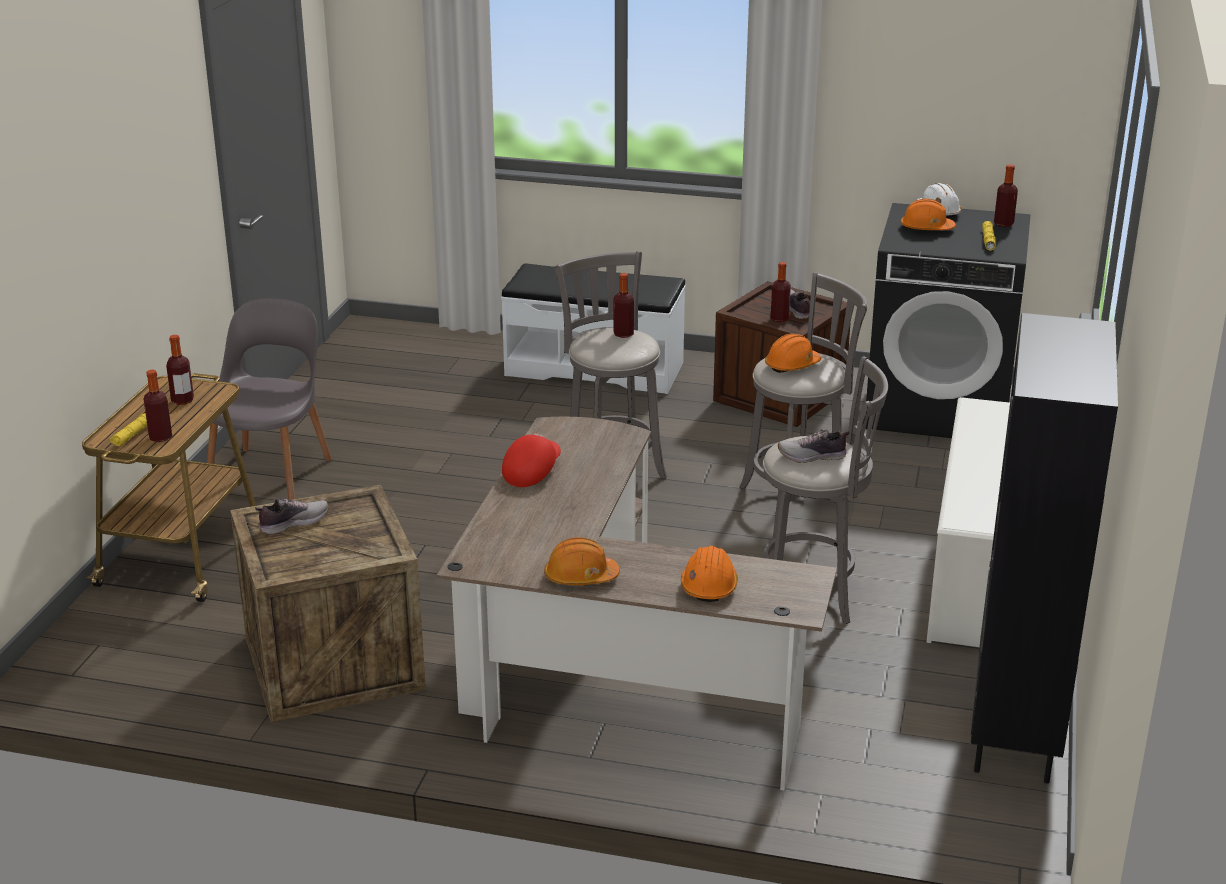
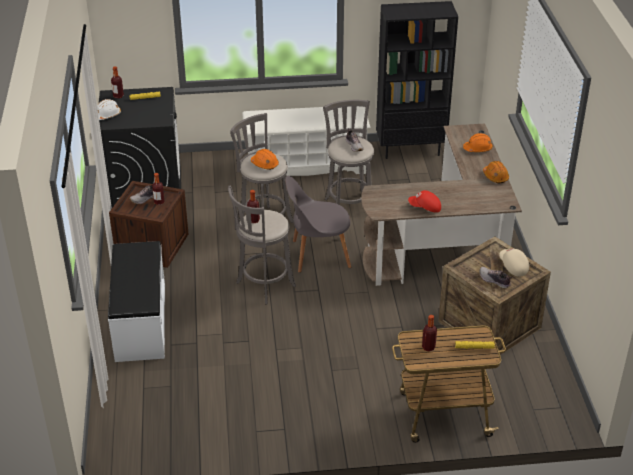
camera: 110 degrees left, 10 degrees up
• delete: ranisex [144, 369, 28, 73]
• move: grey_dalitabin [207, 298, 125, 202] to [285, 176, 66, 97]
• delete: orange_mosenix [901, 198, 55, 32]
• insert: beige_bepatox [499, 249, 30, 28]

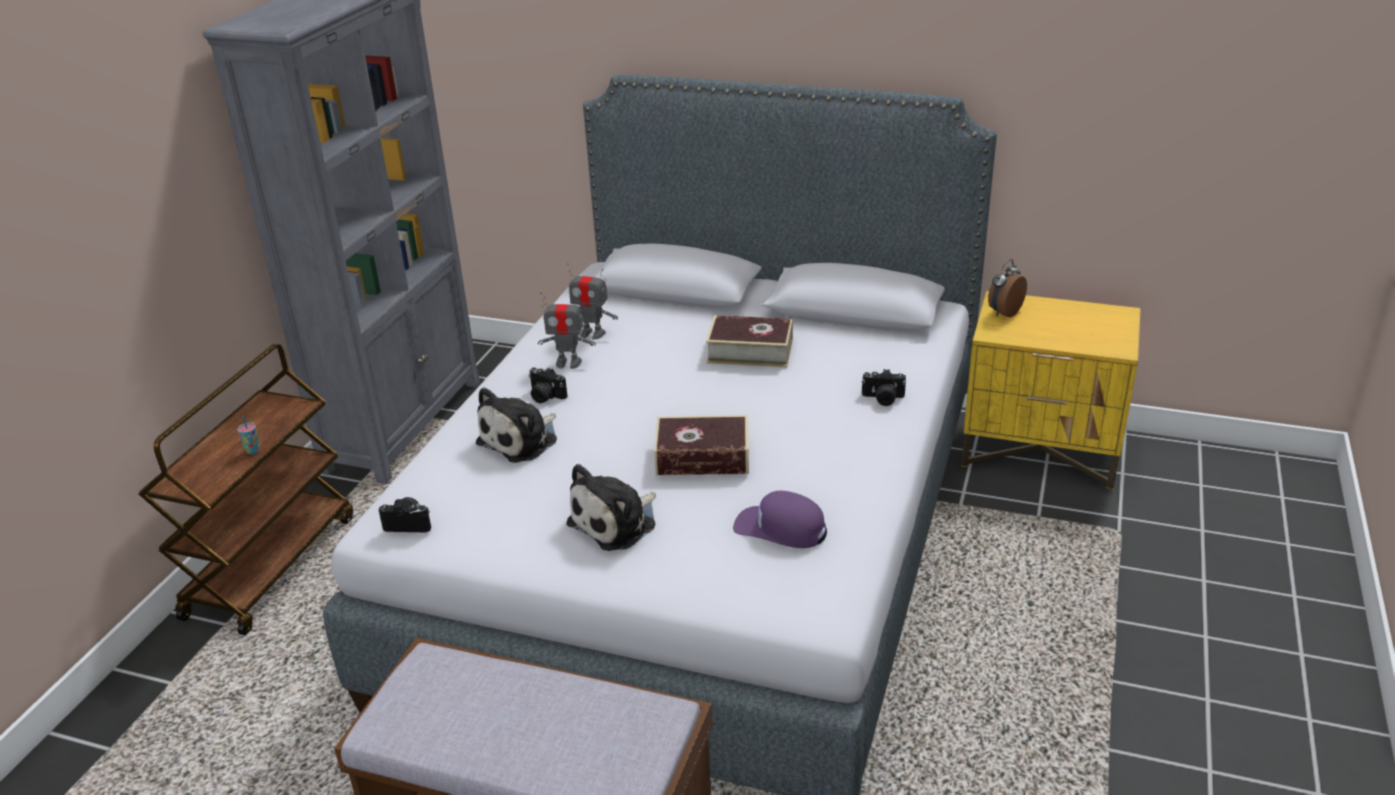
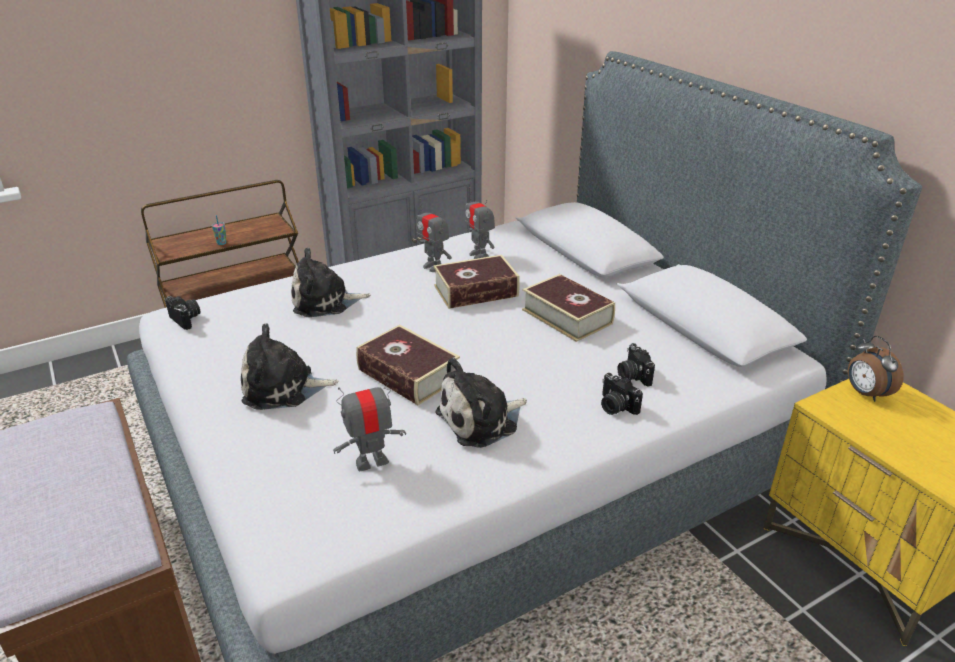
camera: 40 degrees right, 0 degrees up
• move: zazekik [529, 367, 38, 36] to [618, 343, 37, 43]
• replace: purple_bepatox [733, 491, 94, 57] to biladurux [333, 373, 73, 98]
• rotate: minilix [988, 259, 39, 58] = [848, 336, 56, 66] 105 degrees counterclockwise
• insert: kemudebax [433, 255, 87, 54]
• insert: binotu [435, 358, 92, 90]

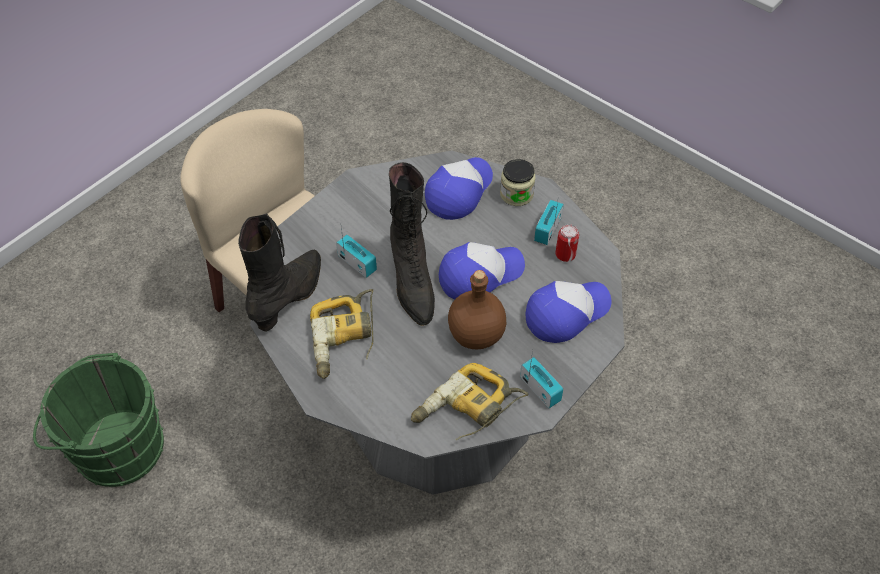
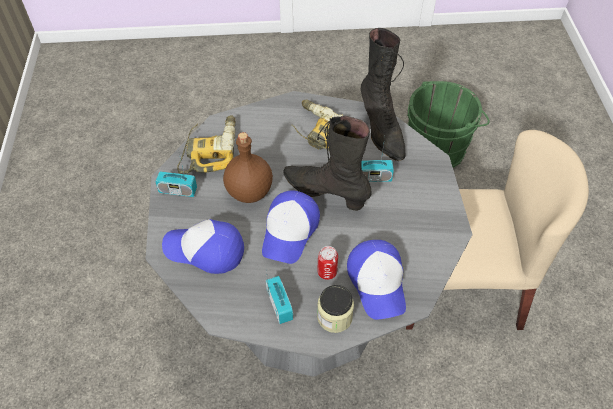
camera: 135 degrees right, 0 degrees up
• rotate: bepatox [526, 281, 86, 62] = [162, 219, 82, 55] 90 degrees clockwise
• move: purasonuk [555, 224, 24, 38] to [317, 246, 21, 34]

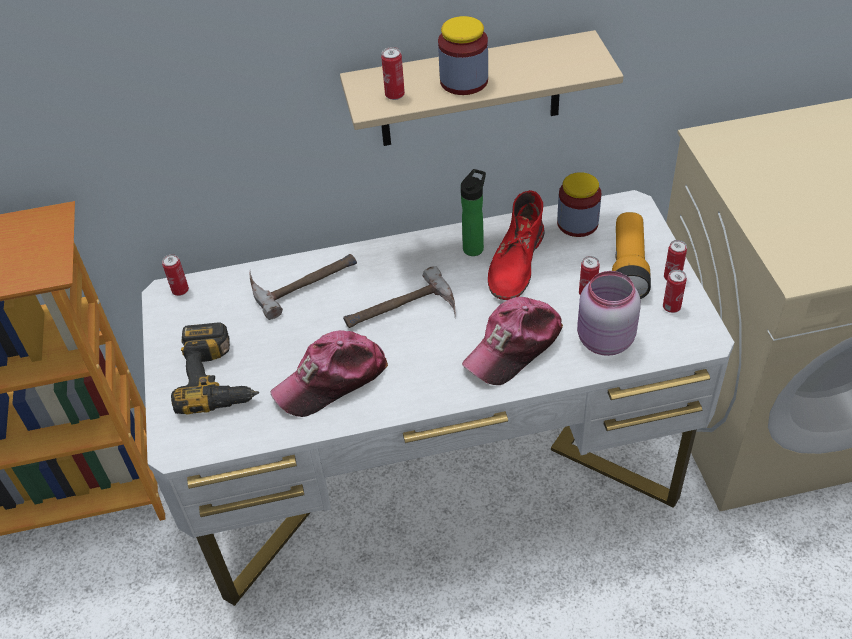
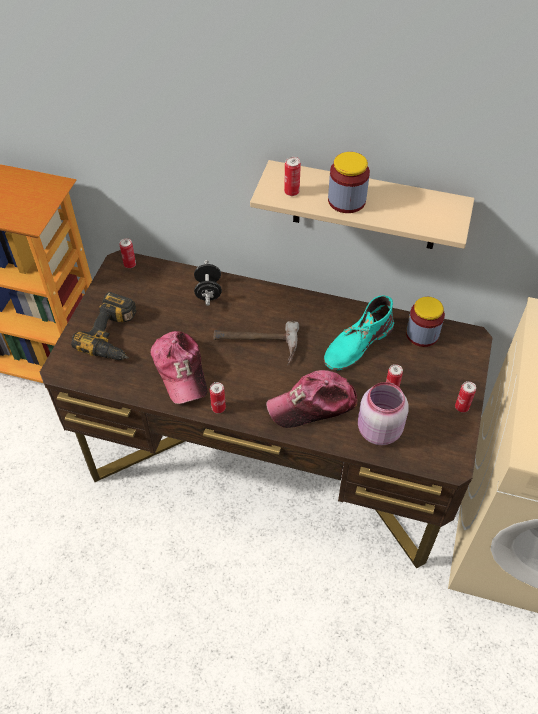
camera: 25 degrees right, 5 degrees up
• recolor: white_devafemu [142, 190, 593, 416] to brown_devafemu [40, 250, 453, 318]
• replace: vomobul [250, 254, 107, 66] to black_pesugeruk [194, 260, 28, 46]
• rotate: bepatox [270, 330, 118, 87] = [151, 331, 57, 73] 105 degrees counterclockwise
• delete: ranisex [461, 169, 25, 87]
• recolor: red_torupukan [488, 190, 56, 110] to turquoise_torupukan [324, 295, 70, 76]
• delete: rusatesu [612, 212, 39, 87]
• move: purasonuk [663, 269, 24, 44] to [210, 382, 16, 31]

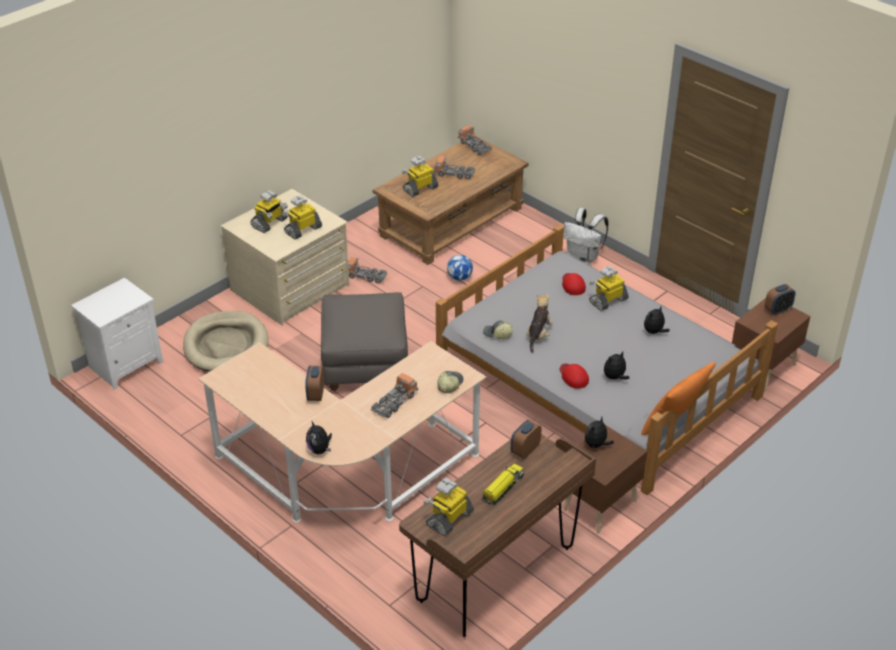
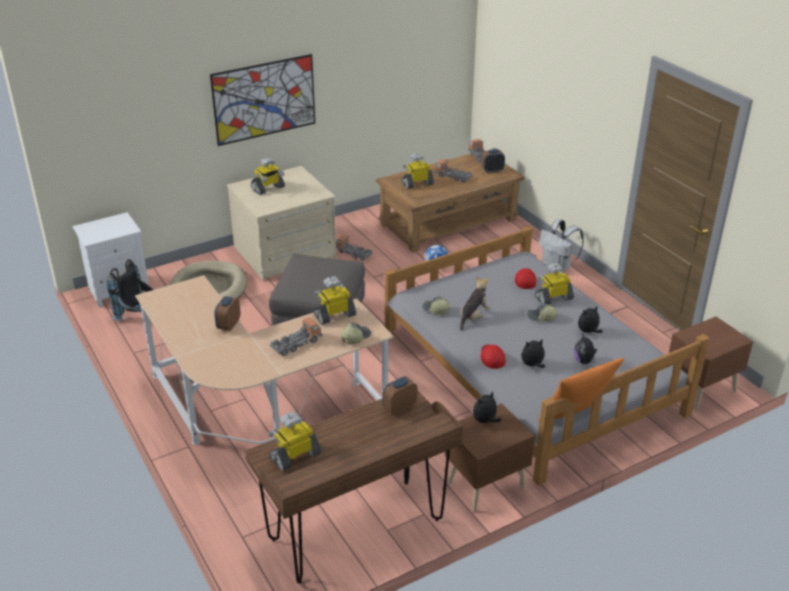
camera: 15 degrees right, 5 degrees down
• move: biladurux [282, 195, 40, 44] to [314, 277, 42, 48]
• move: binotu [306, 420, 26, 34] to [574, 333, 23, 31]
• delete: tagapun [482, 464, 42, 42]
• move: minilix [765, 284, 31, 31] to [482, 149, 23, 24]
• insert: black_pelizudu [106, 259, 47, 62]
• insert: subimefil [210, 54, 105, 92]
• insert: bepatox [527, 303, 31, 19]

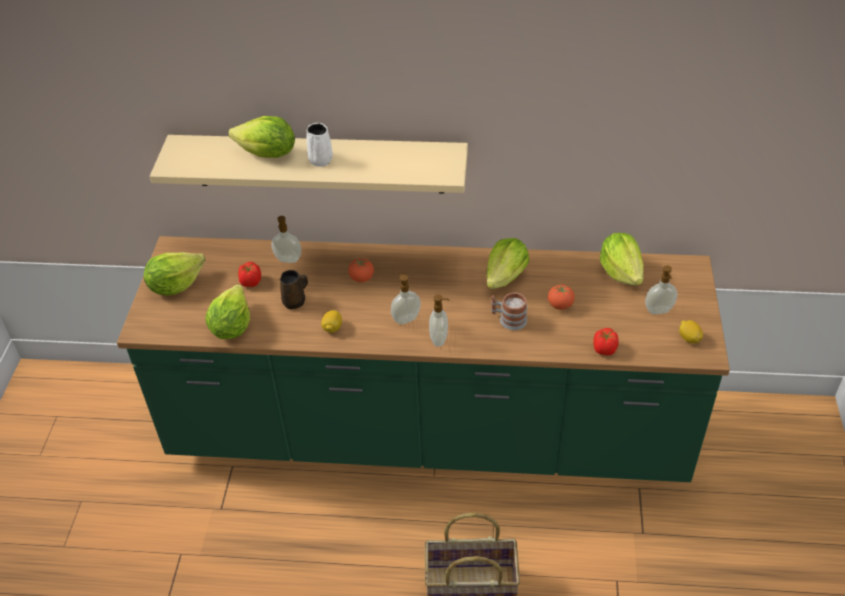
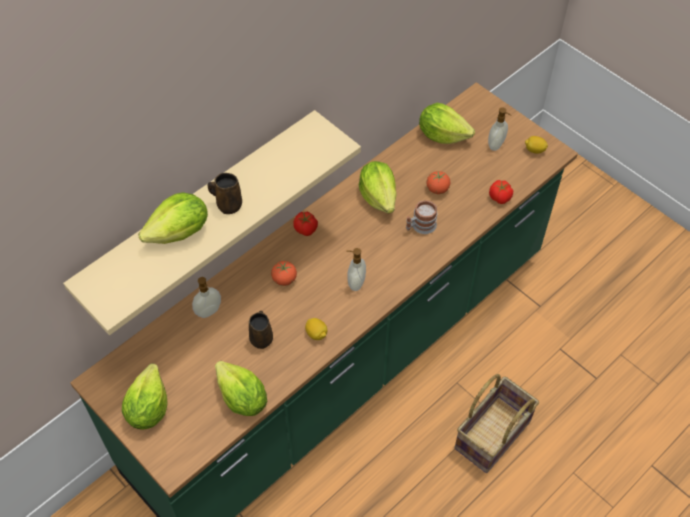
camera: 50 degrees left, 10 degrees up
• move: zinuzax [238, 262, 23, 25] to [293, 212, 25, 24]
• recolor: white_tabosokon [306, 123, 27, 44] to brown_tabosokon [208, 173, 34, 41]
• delete: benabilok [429, 295, 21, 52]

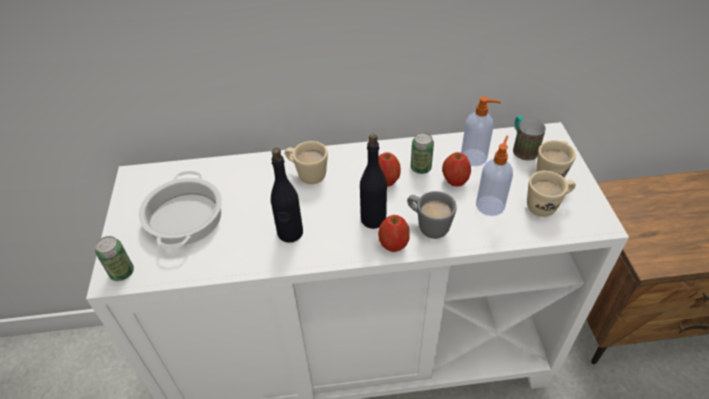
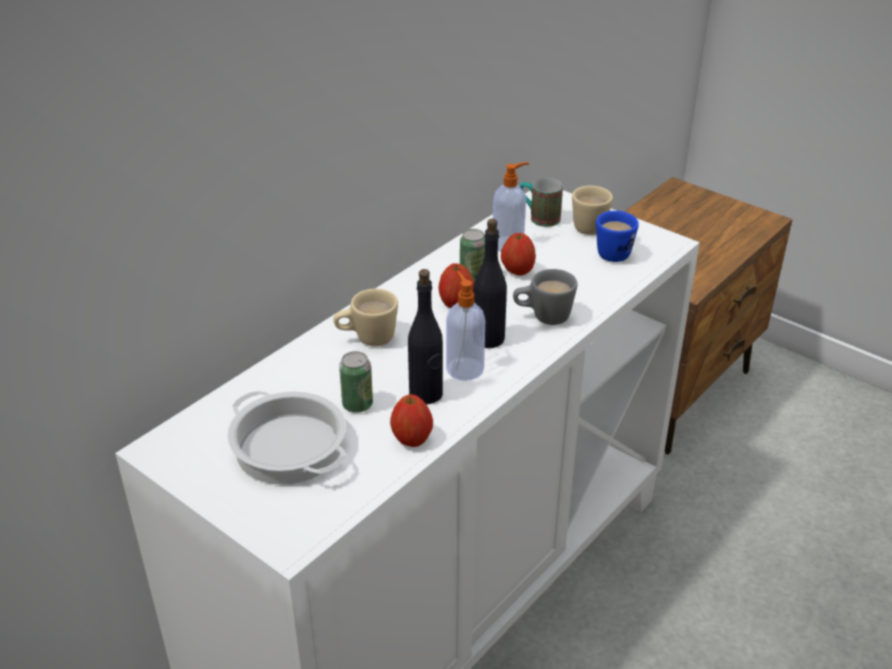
camera: 45 degrees left, 10 degrees down
• move: purasonuk [95, 236, 39, 45] to [339, 351, 34, 62]
• move: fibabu [378, 215, 32, 37] to [390, 394, 43, 53]
• move: benabilok [476, 136, 37, 80] to [446, 271, 39, 110]
• recolor: beige_tabosokon [527, 171, 49, 46] to blue_tabosokon [596, 211, 43, 51]

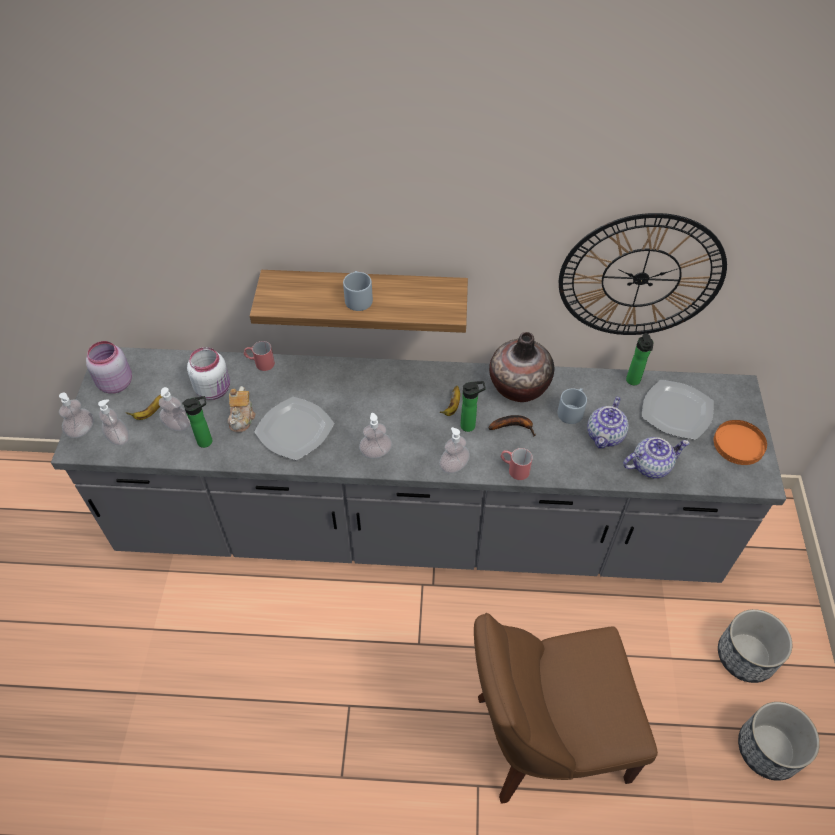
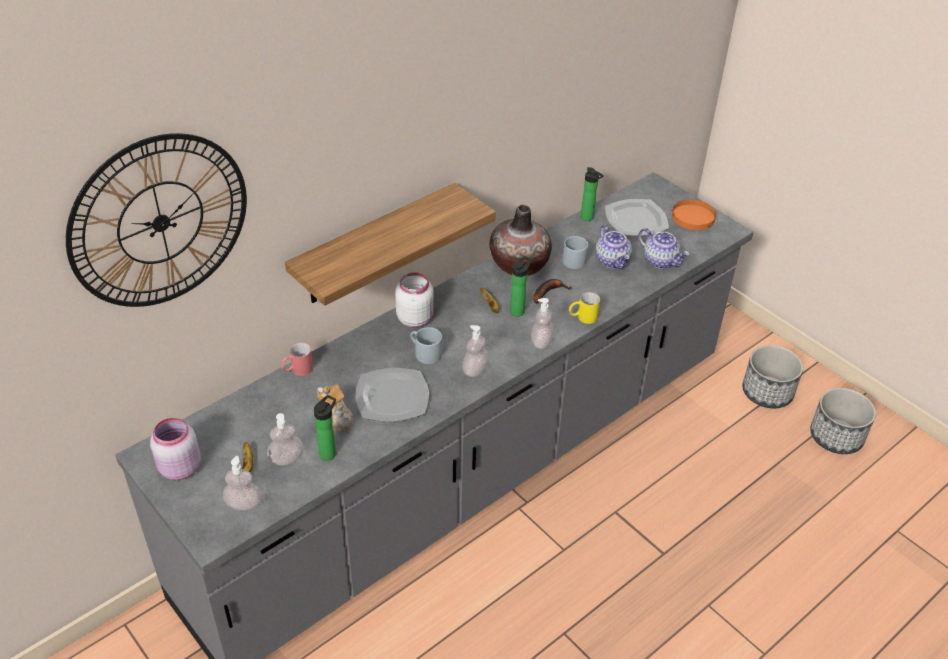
camera: 45 degrees left, 10 degrees down
• delete: benabilok [59, 392, 35, 46]
• move: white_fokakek [187, 347, 43, 53] to [395, 272, 39, 56]
• move: grey_tabosokon [343, 271, 30, 40] to [411, 327, 31, 37]
• delete: brown_dalitabin [474, 613, 184, 190]
• recolor: red_tabosokon [500, 448, 33, 32] to yellow_tabosokon [569, 292, 31, 32]
• move: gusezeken [559, 213, 168, 122] to [66, 133, 181, 174]
• rotate: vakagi [623, 437, 66, 42] = [638, 228, 51, 41] 105 degrees clockwise

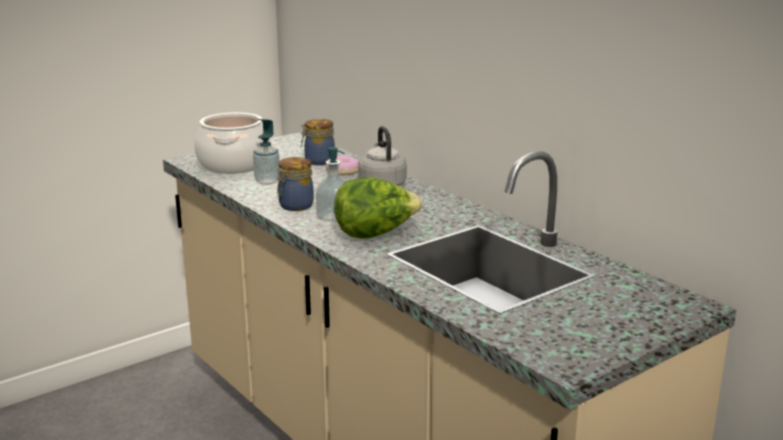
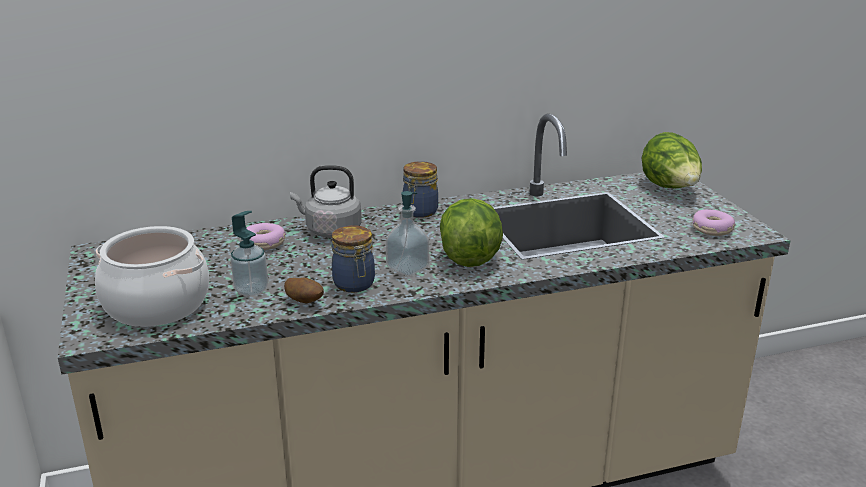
camera: 70 degrees left, 5 degrees up
• move: fokakek [301, 119, 34, 46] to [403, 161, 35, 57]
• insert: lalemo [284, 278, 40, 25]
• insert: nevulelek [642, 132, 60, 56]
• insert: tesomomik [693, 210, 43, 26]

